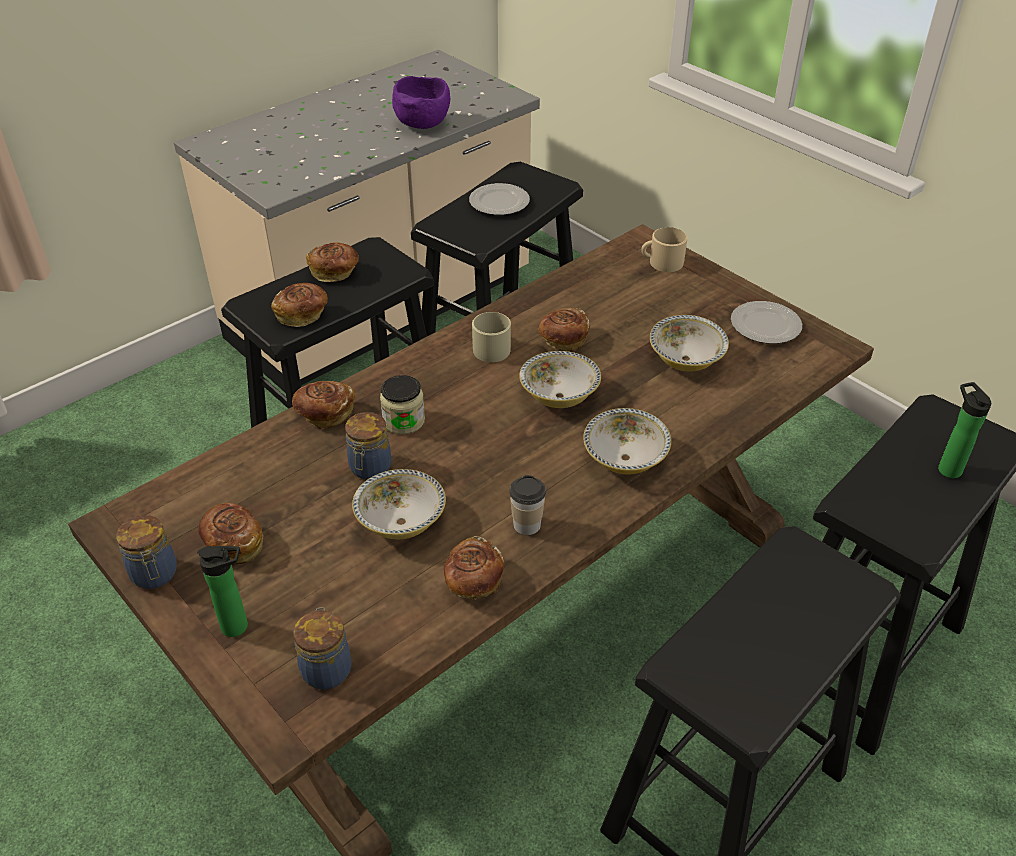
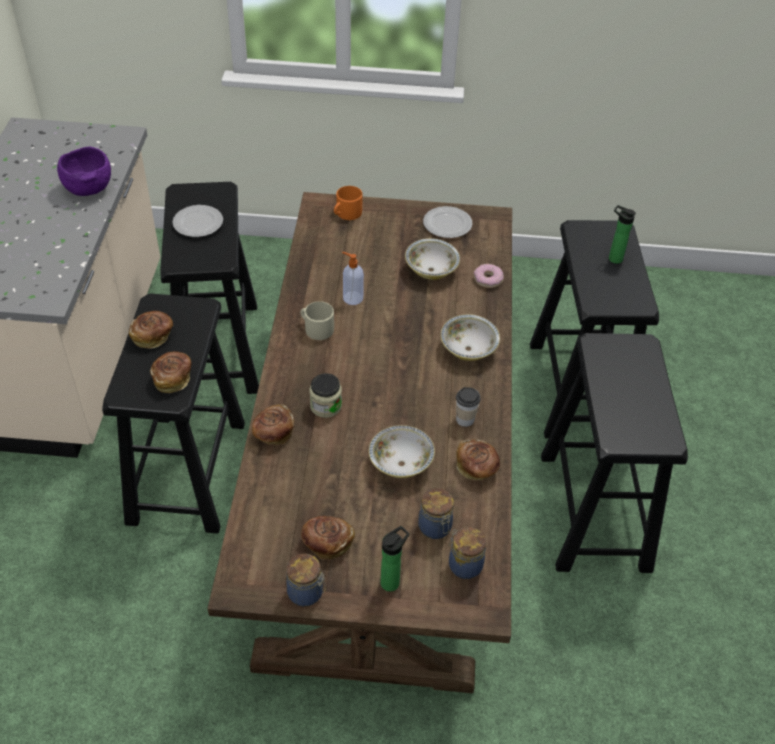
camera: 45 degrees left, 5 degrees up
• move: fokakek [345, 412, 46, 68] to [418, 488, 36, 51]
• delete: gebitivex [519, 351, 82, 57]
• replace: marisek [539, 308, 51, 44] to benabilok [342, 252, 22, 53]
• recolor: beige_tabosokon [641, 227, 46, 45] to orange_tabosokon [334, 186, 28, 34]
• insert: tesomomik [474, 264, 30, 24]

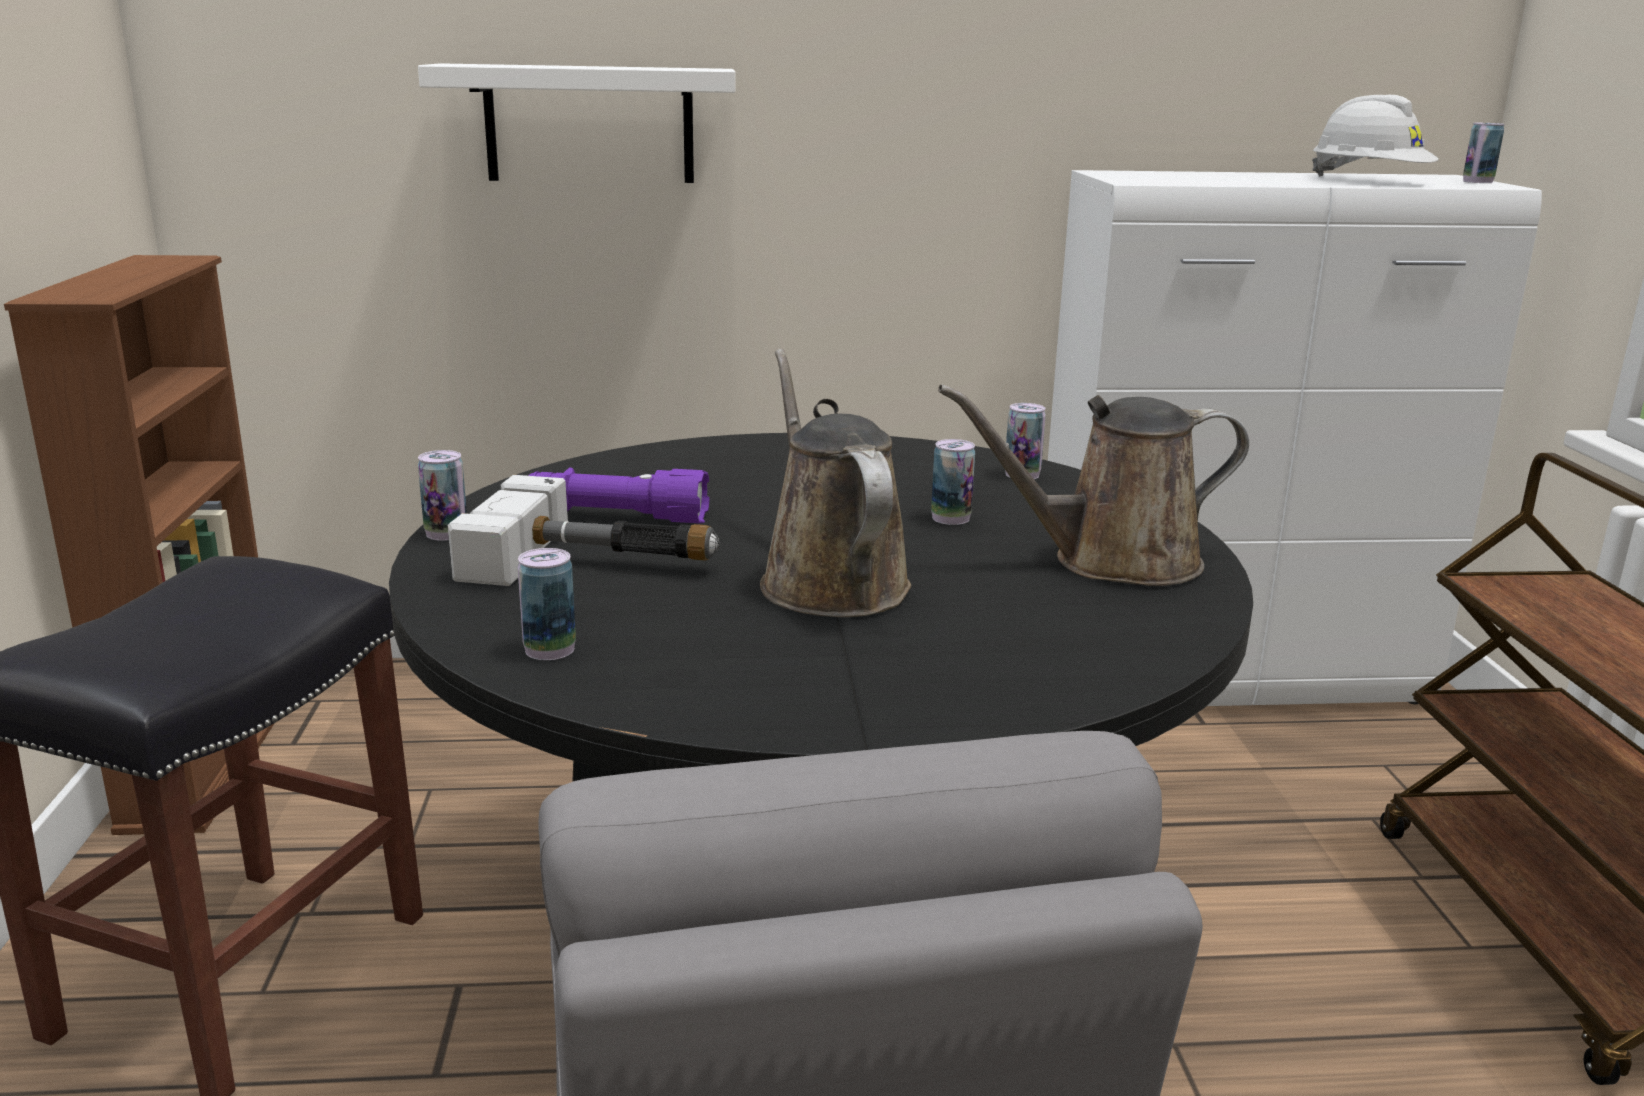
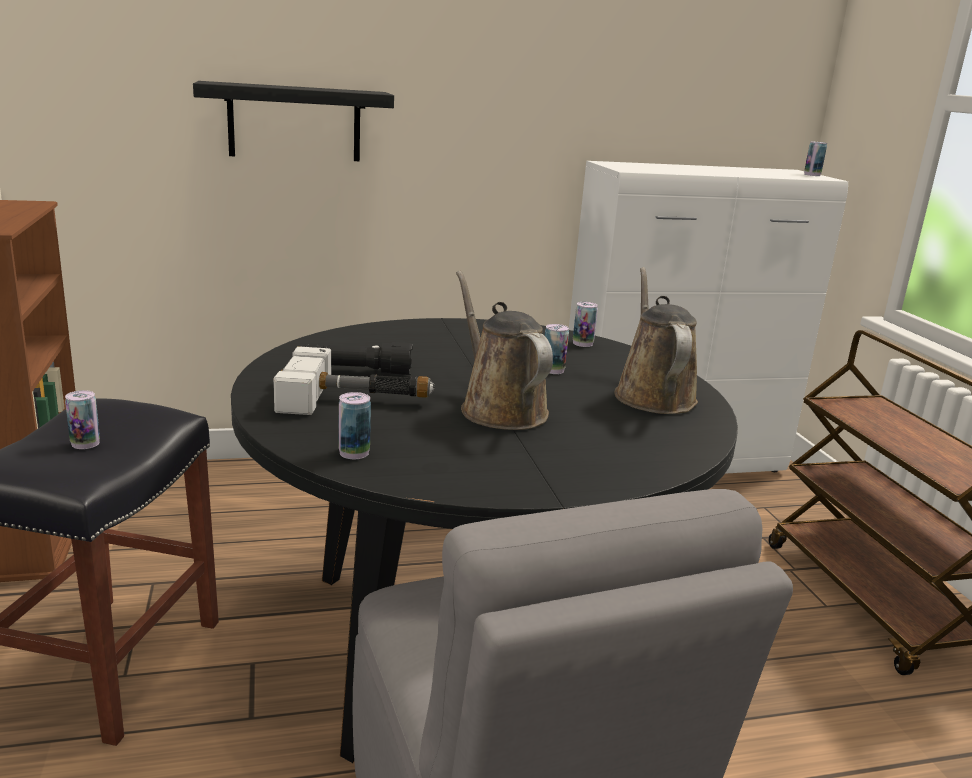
camera: 10 degrees left, 0 degrees up
• recolor: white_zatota [418, 63, 318, 120] to black_zatota [193, 81, 201, 80]
• move: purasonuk [418, 450, 49, 91] to [65, 390, 35, 59]
• recolor: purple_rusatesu [528, 468, 182, 55] to black_rusatesu [301, 341, 111, 34]
• rotate: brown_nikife [938, 384, 311, 202] = [614, 267, 84, 147] 105 degrees clockwise
• delete: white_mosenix [1312, 95, 127, 81]

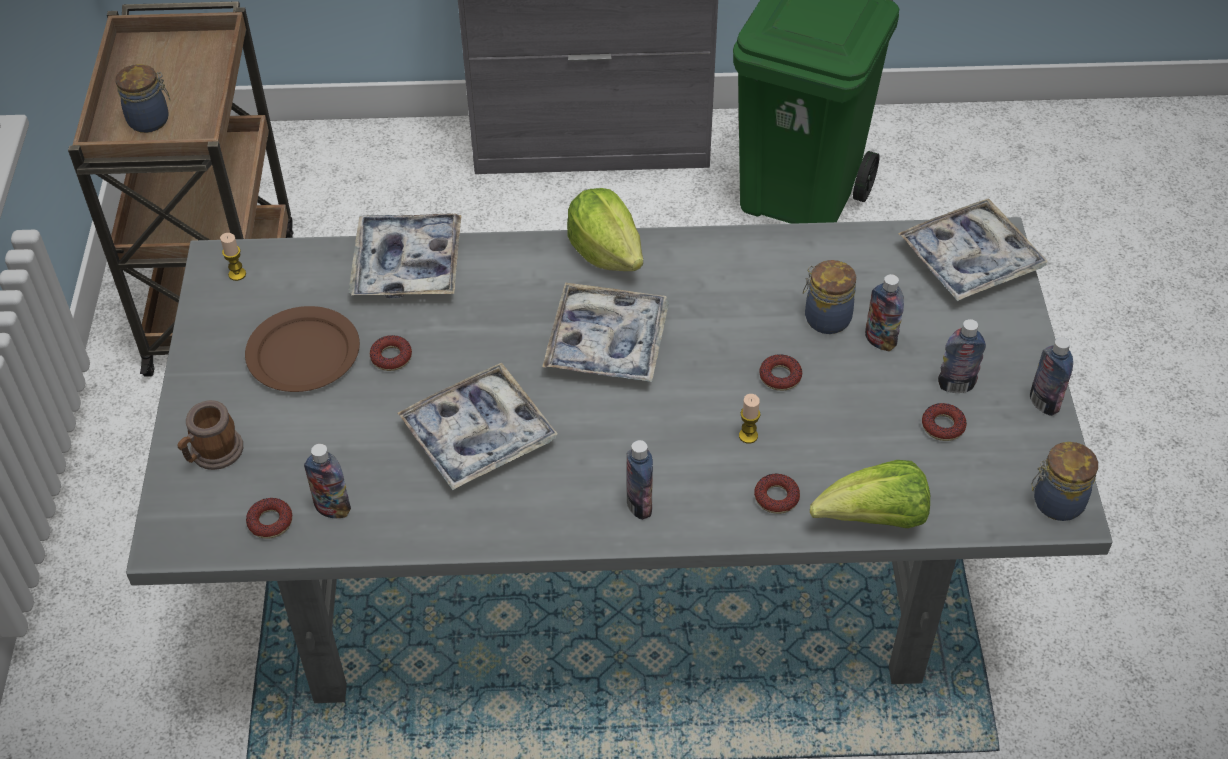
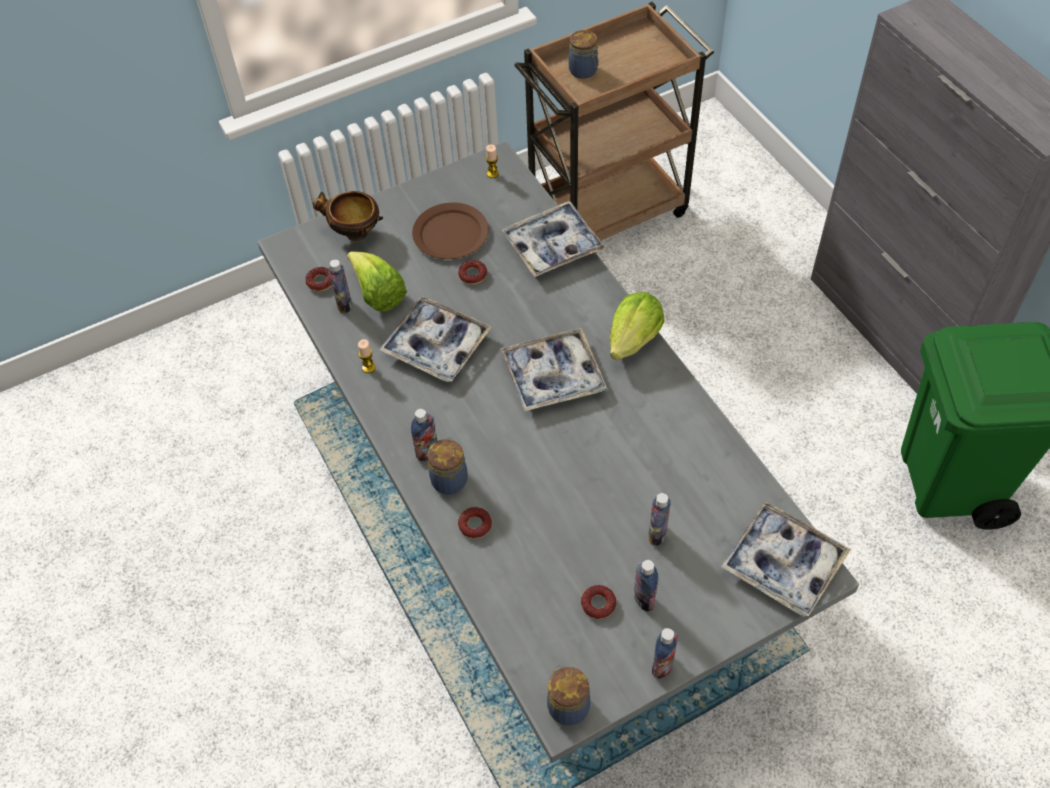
camera: 65 degrees right, 5 degrees up
• replace: tabosokon [177, 400, 66, 70] to gebitivex [312, 191, 71, 50]
• move: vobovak [739, 394, 21, 50] to [358, 339, 18, 34]
• delete: tesomomik [759, 354, 43, 37]
• move: fokakek [803, 260, 53, 74] to [428, 437, 40, 57]
• move: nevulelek [810, 460, 120, 68] to [347, 251, 60, 61]

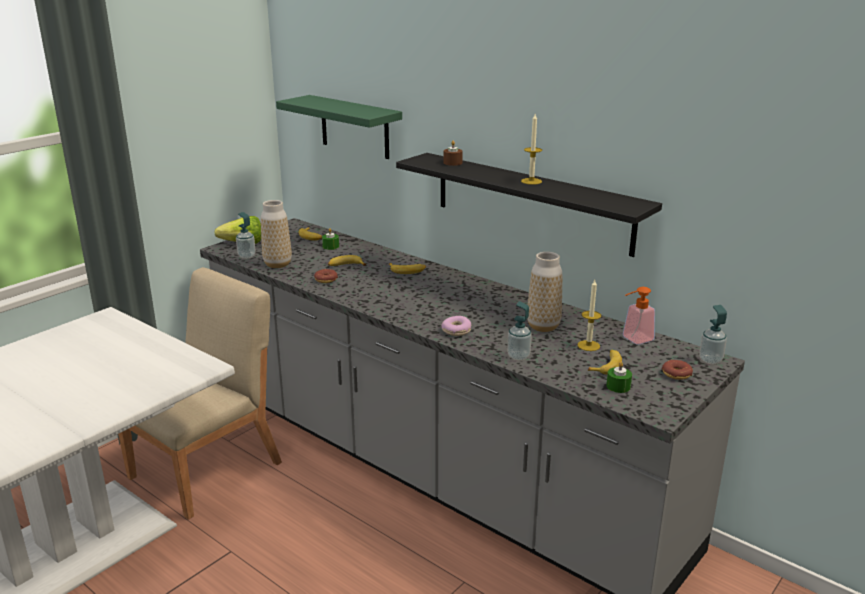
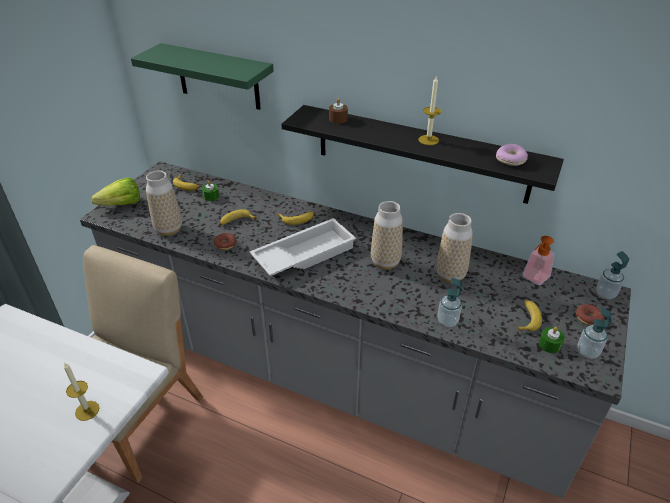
camera: 15 degrees left, 15 degrees up
• move: benabilok [236, 212, 20, 47] to [577, 308, 34, 51]
• move: tesomomik [441, 316, 30, 20] to [496, 144, 32, 22]
• move: vobovak [578, 280, 23, 71] to [64, 362, 35, 59]
• insert: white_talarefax [250, 218, 106, 58]
• insert: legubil [371, 201, 32, 69]

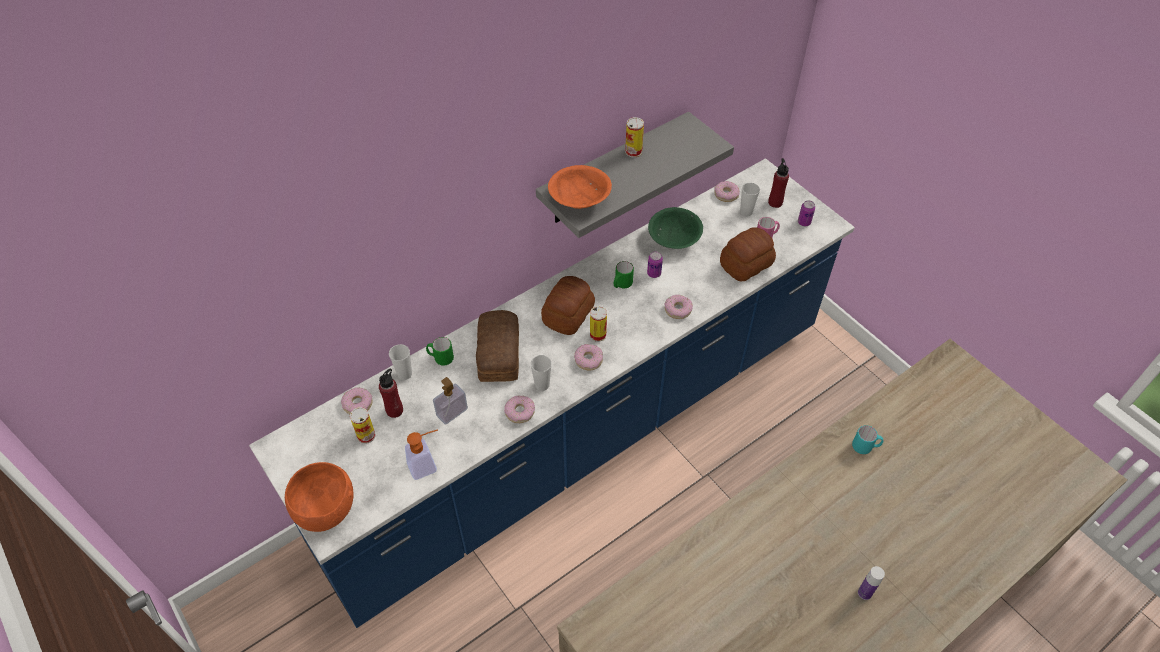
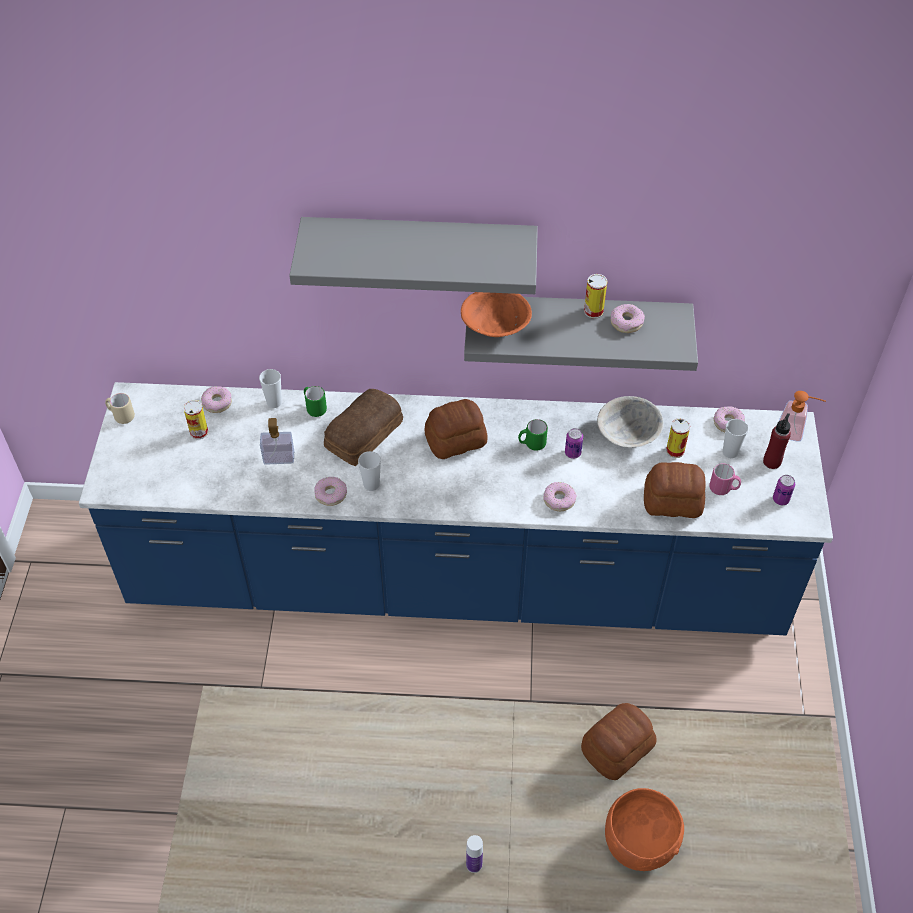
camera: 40 degrees right, 0 degrees up
• move: orange_gebitivex [285, 462, 69, 70] to [605, 788, 79, 83]
• delete: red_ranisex [379, 369, 24, 49]
• move: benabilok [405, 429, 33, 51] to [779, 391, 47, 51]
• move: tesomomik [574, 344, 29, 27] to [610, 304, 35, 29]
• move: purasonuk [590, 306, 17, 36] to [666, 418, 24, 40]
• recolor: green_gebitivex [648, 207, 55, 42] to beige_gebitivex [597, 396, 67, 52]
• replace: turquoise_tabosokon [852, 425, 31, 29] to marisek [581, 703, 75, 77]
• insert: beige_tabosokon [105, 393, 30, 31]
• insert: grey_zatota [289, 217, 249, 77]

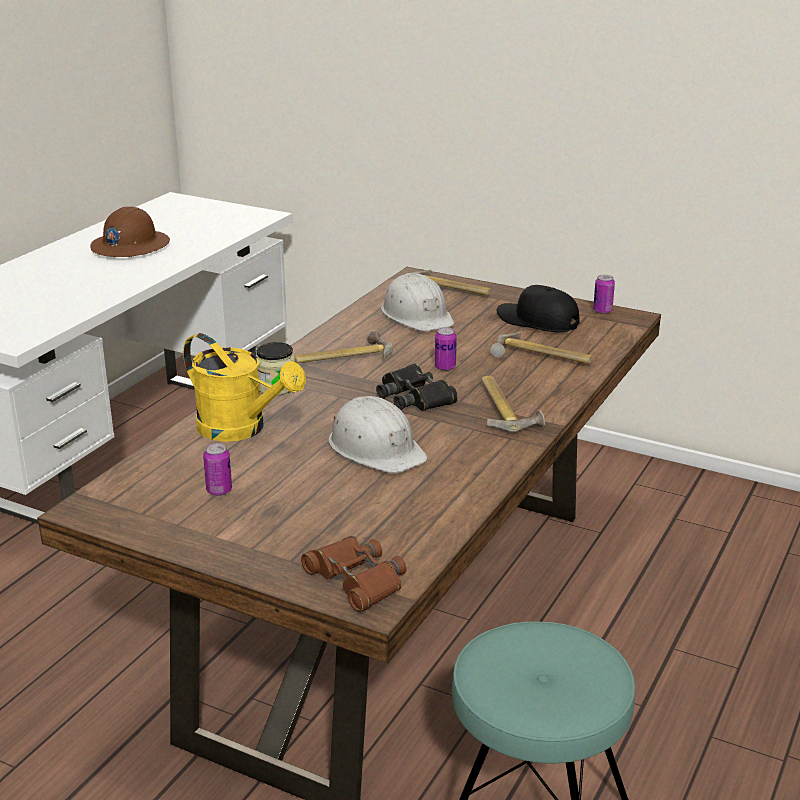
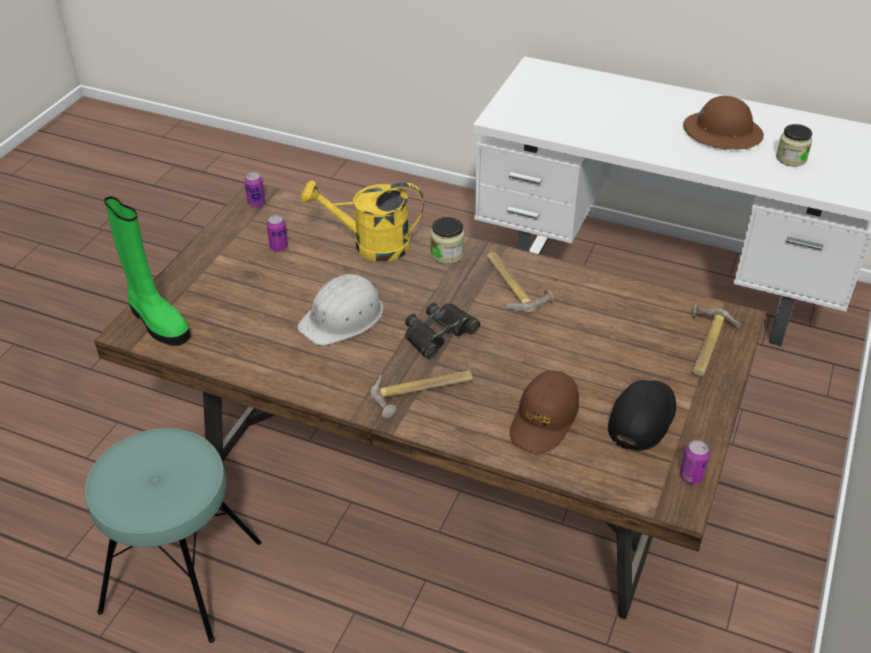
camera: 85 degrees right, 15 degrees up
• rotate: yellow_nikife [183, 333, 123, 109] = [301, 180, 123, 82] 60 degrees clockwise
• replace: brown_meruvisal [301, 536, 106, 76] to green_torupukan [104, 196, 87, 150]
• delete: white_mosenix [381, 273, 73, 58]
• move: purasonuk [435, 327, 22, 44] to [244, 172, 21, 36]
• replace: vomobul [490, 331, 102, 33] to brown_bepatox [510, 371, 69, 82]
• insert: fokakek [776, 124, 36, 43]

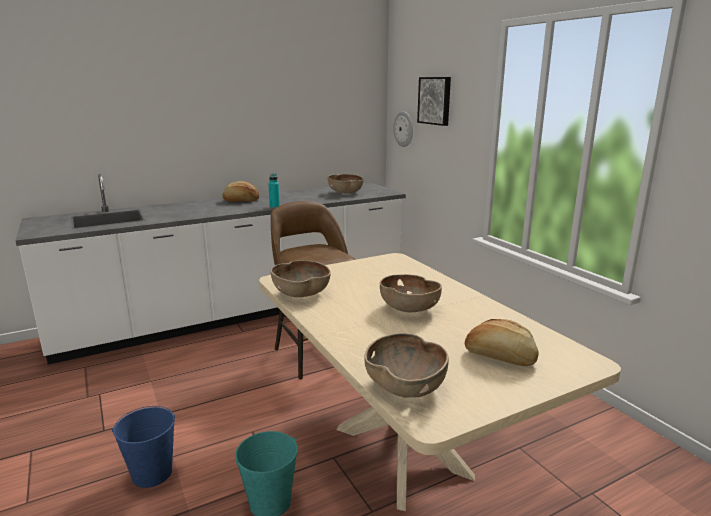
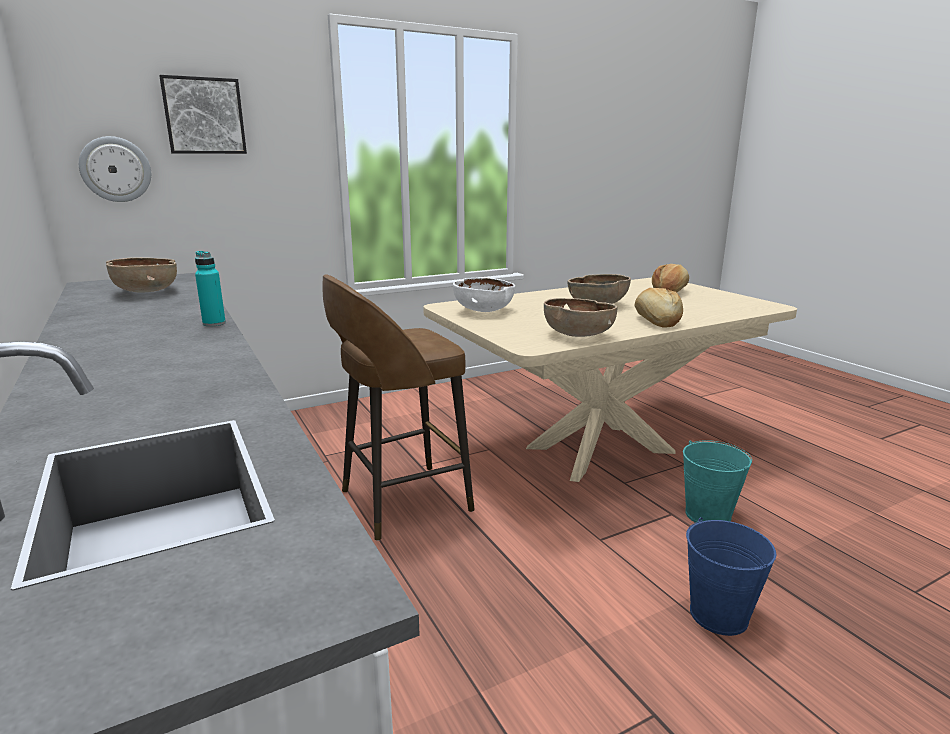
camera: 90 degrees left, 0 degrees up
• move: marisek [222, 181, 37, 21] to [634, 288, 49, 40]
• delete: brown_gebitivex [364, 333, 85, 65]
• insert: white_gebitivex [453, 278, 62, 34]

